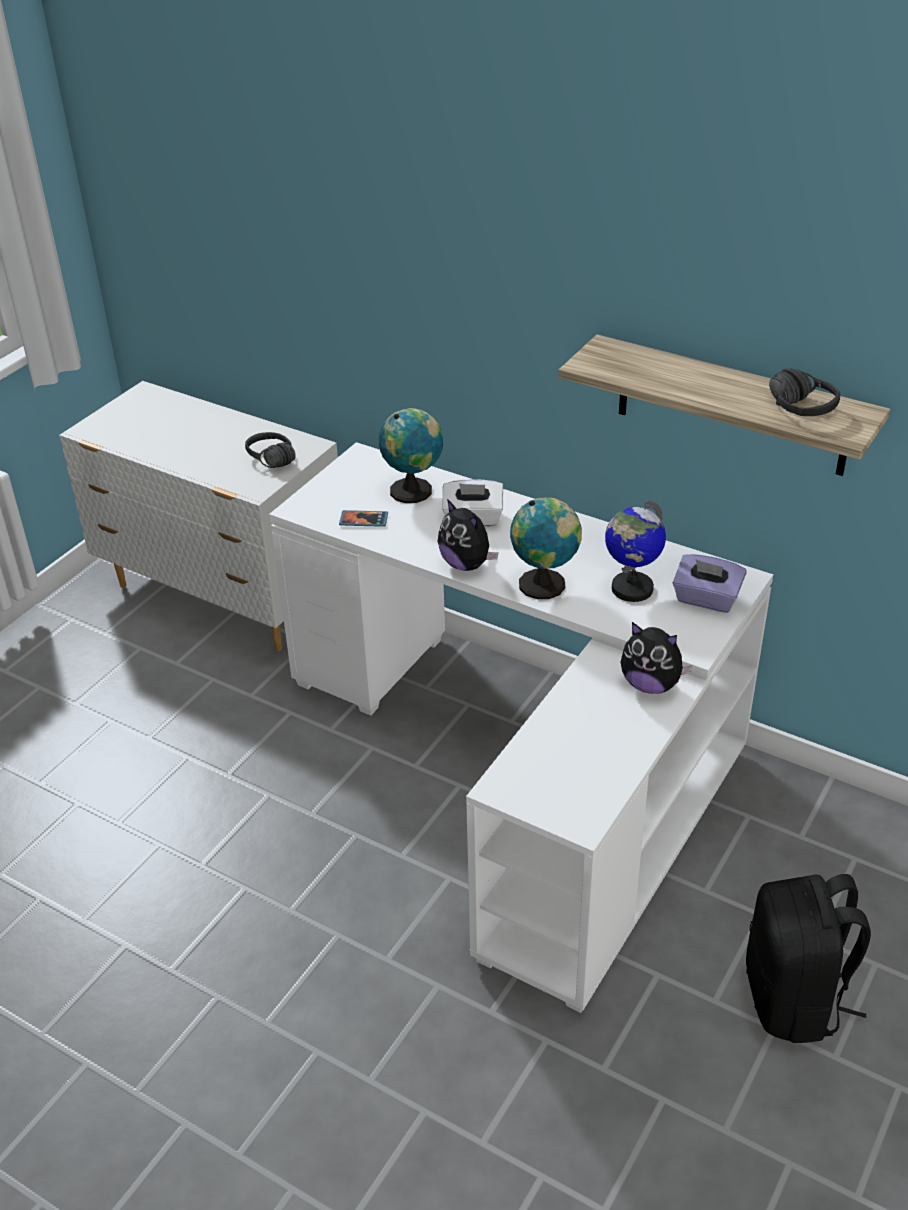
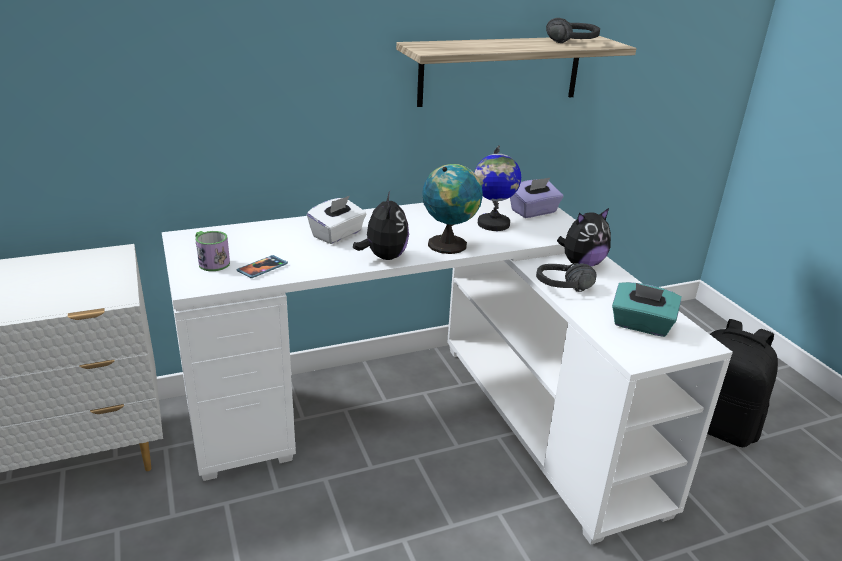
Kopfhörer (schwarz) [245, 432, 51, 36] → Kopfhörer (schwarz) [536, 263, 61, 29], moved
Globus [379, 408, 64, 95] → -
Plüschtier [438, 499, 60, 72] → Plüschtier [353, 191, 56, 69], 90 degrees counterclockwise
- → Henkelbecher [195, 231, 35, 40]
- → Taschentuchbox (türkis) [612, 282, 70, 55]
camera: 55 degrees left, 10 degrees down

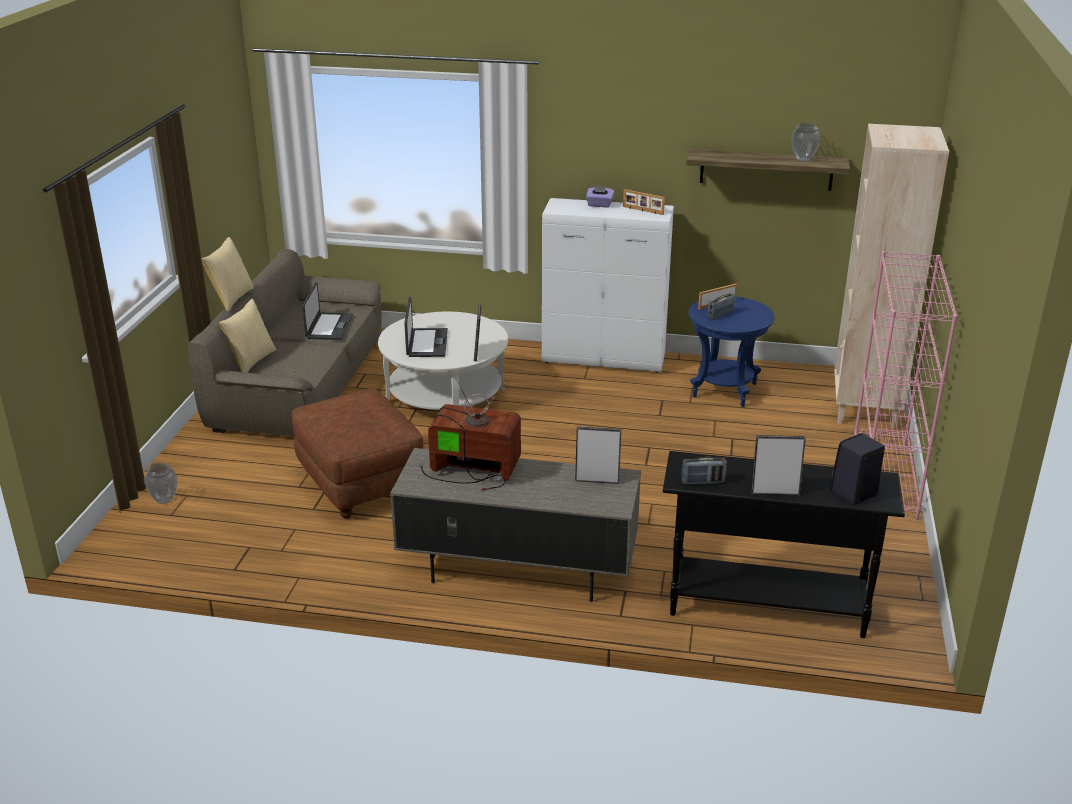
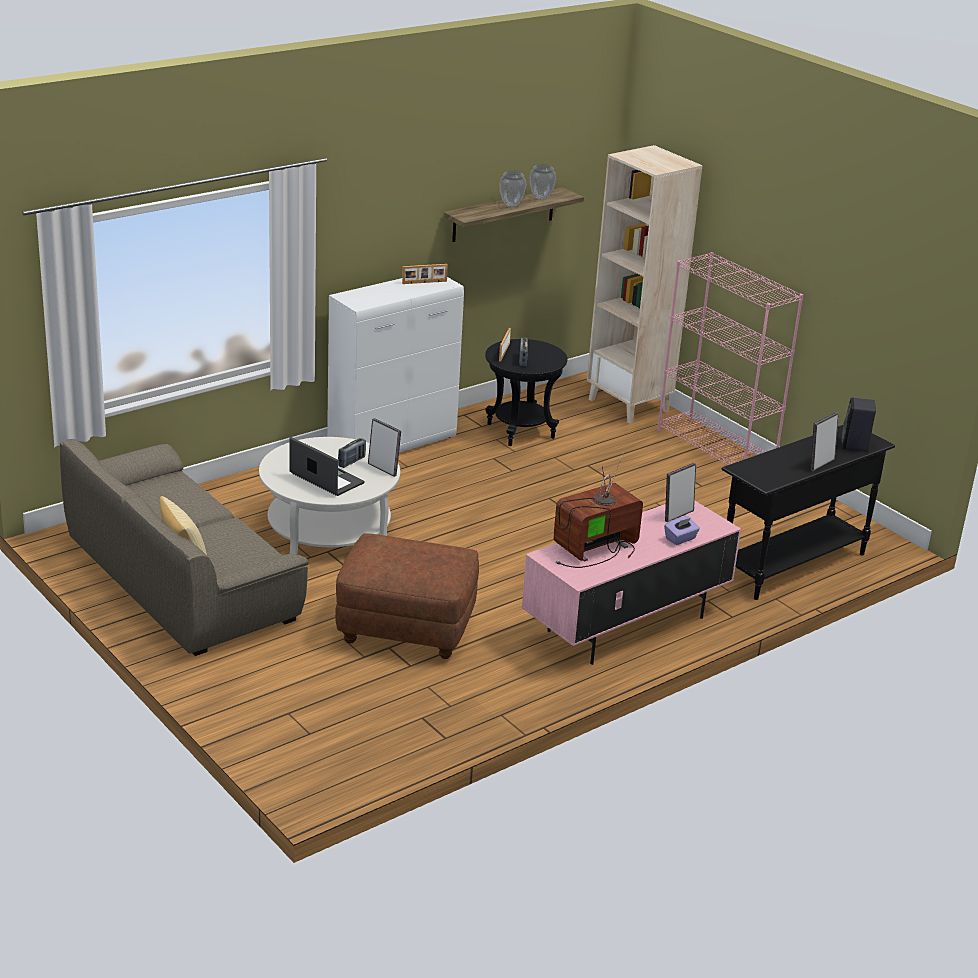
Vase [144, 463, 33, 41] → Vase [499, 170, 27, 37], moved
Kissen [202, 237, 52, 75] → -
Laptop [302, 282, 51, 58] → -
Fernsehschrank (grau) [390, 448, 251, 154] → Fernsehschrank (rosa) [522, 501, 219, 164]
Taschentuchbox (lila) [586, 186, 28, 21] → Taschentuchbox (lila) [664, 517, 36, 28], moved
Radio [681, 457, 46, 28] → Radio [338, 438, 28, 30], moved
Beistelltisch (blau) [688, 297, 87, 110] → Beistelltisch (schwarz) [485, 339, 83, 107]
camera: 50 degrees left, 0 degrees up

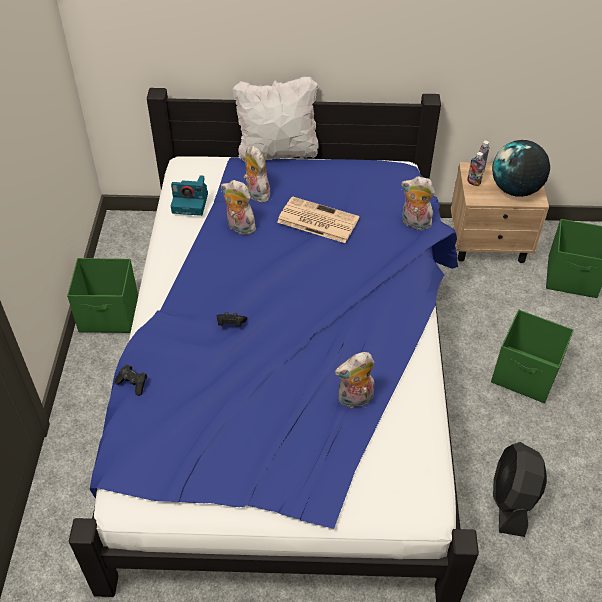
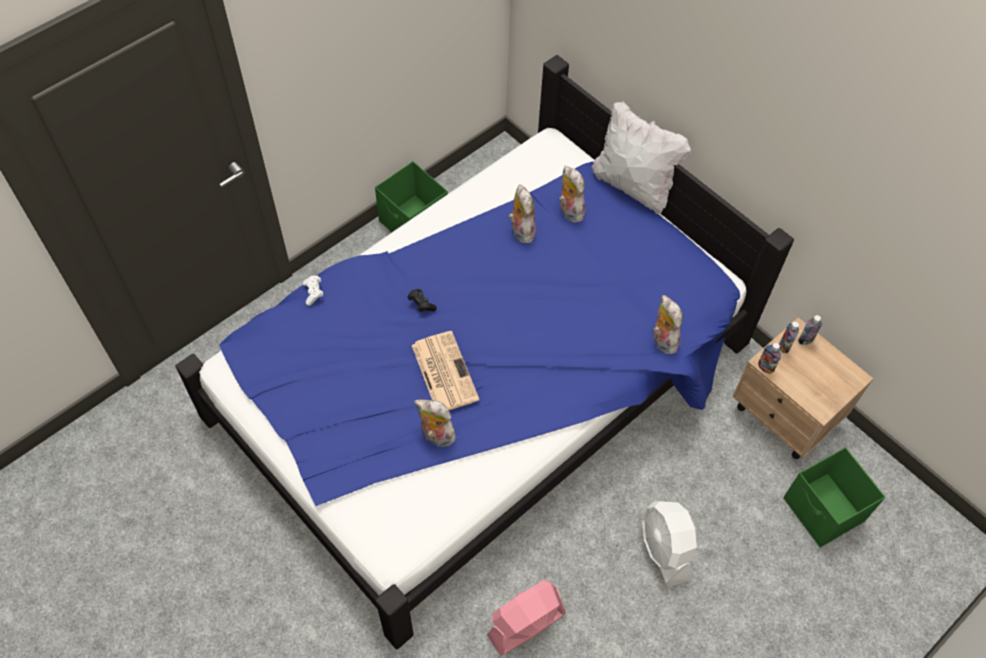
Gamepad (schwarz) [115, 365, 32, 31] → Gamepad (weiß) [303, 275, 20, 31]
Kamera [171, 175, 37, 41] → -
Plüschtier [243, 146, 27, 56] → Plüschtier [560, 166, 27, 56], 45 degrees counterclockwise
Zeitung [277, 196, 82, 47] → Zeitung [412, 331, 68, 79], moved
Aufbewahrungsbox (grün) [491, 310, 83, 93] → Ventilator (weiß) [641, 501, 56, 86]
Globus [492, 140, 58, 57] → -
Ventilator (schwarz) [493, 442, 54, 95] → Ventilator (rosa) [487, 580, 79, 76]
- → Flasche [758, 343, 23, 31]
camera: 45 degrees right, 10 degrees up

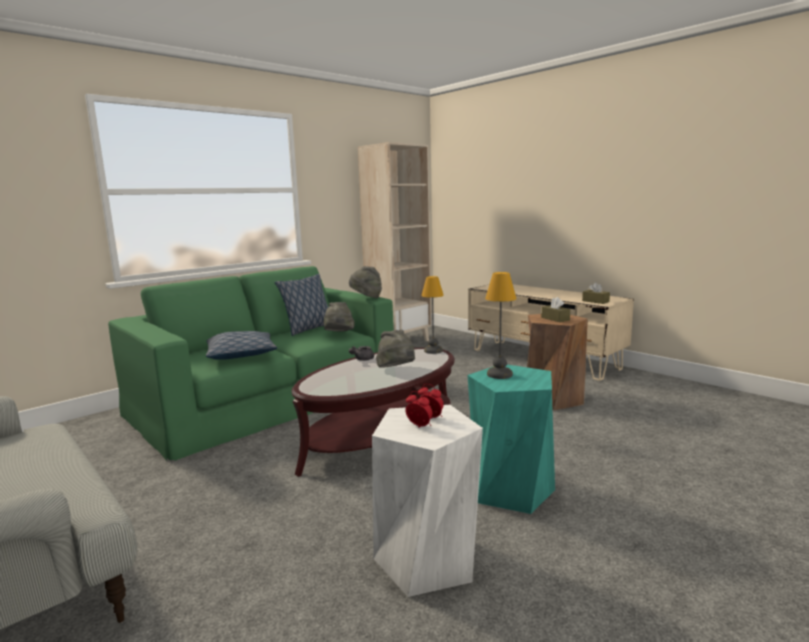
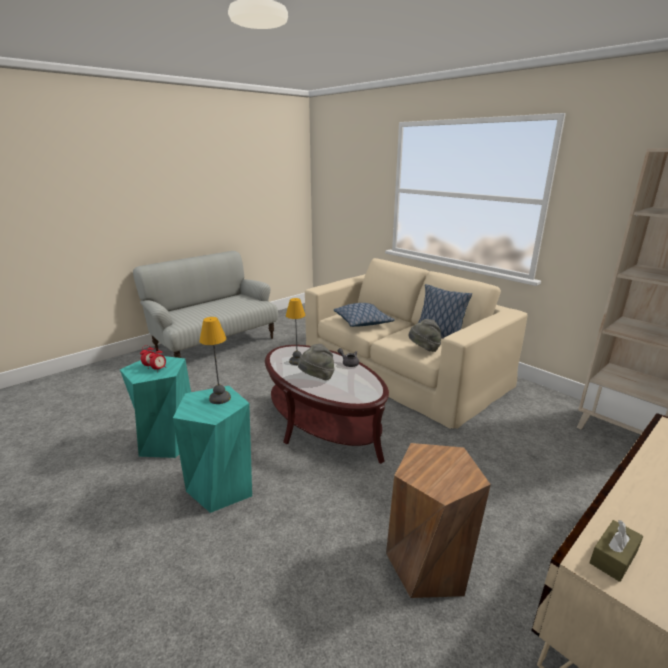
Sofa (grün) [108, 266, 286, 195] → Sofa (beige) [305, 258, 223, 171]
Hut (grau) [349, 266, 33, 32] → -
Hocker (weiß) [372, 405, 111, 192] → Hocker (türkis) [120, 356, 71, 102]
Tischlampe [421, 276, 23, 78] → Tischlampe [286, 298, 20, 67], moved
Taschentuchbox (braun) [541, 297, 29, 25] → -
camera: 90 degrees right, 10 degrees up

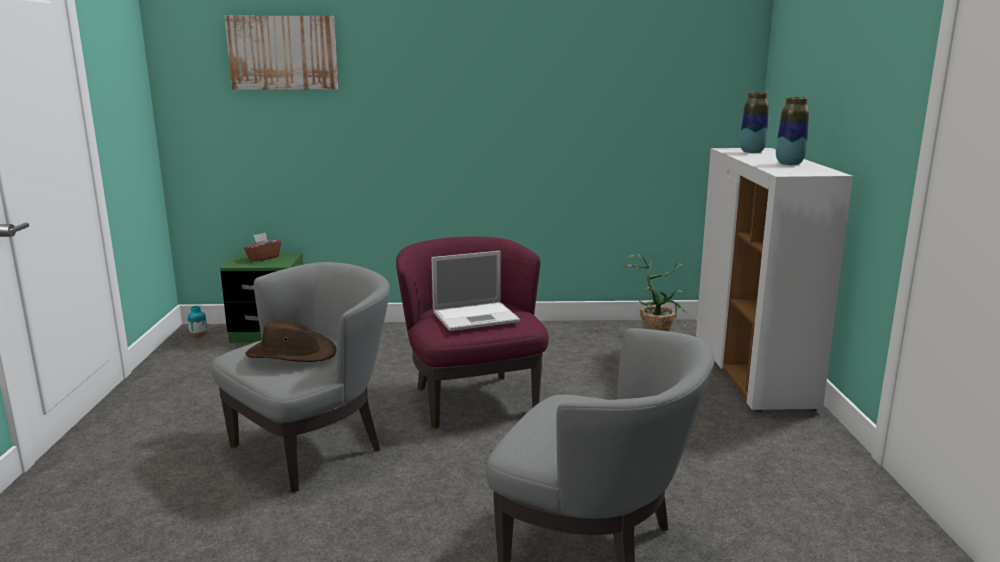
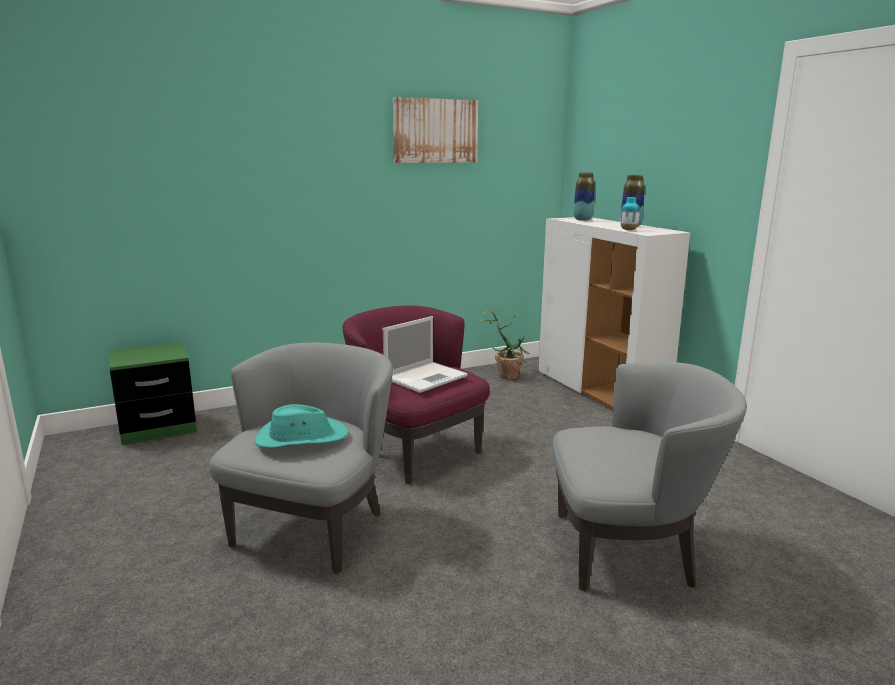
Vase [188, 305, 19, 32] → Vase [621, 197, 19, 33], moved
Bild [225, 16, 113, 74] → Bild [393, 97, 85, 66], moved
Taschentuchbox (braun) [244, 233, 37, 29] → -
Hut (braun) [245, 320, 92, 42] → Hut (türkis) [255, 404, 94, 44]
camera: 25 degrees left, 0 degrees up

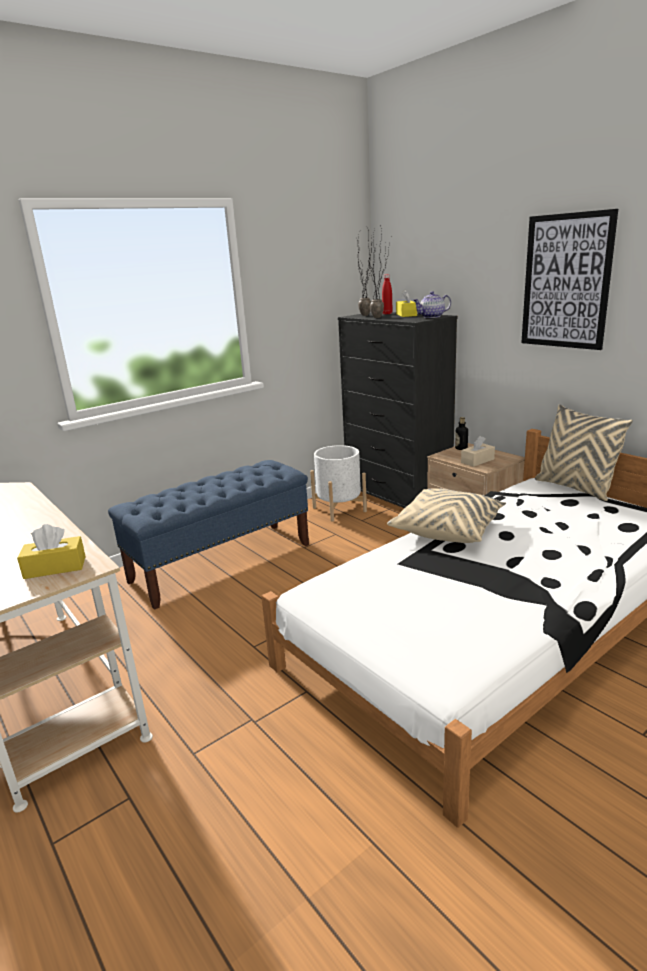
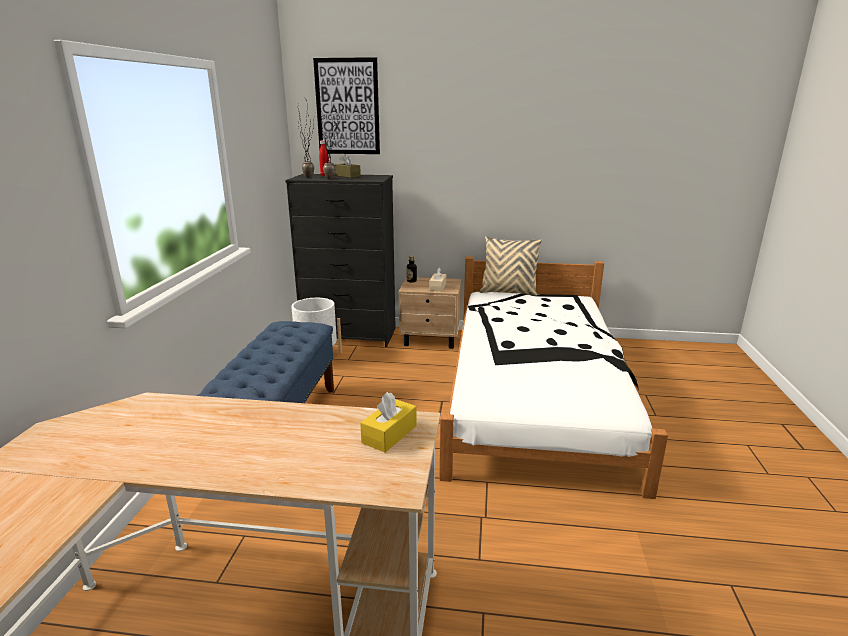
Kissen (beige) [387, 488, 119, 55] → -
Taschentuchbox (gelb) [396, 290, 21, 27] → Taschentuchbox (braun) [334, 154, 27, 24]
Teekanne [413, 291, 38, 27] → -
Bild [521, 209, 97, 141] → Bild [313, 57, 67, 97], moved
camera: 45 degrees left, 0 degrees up

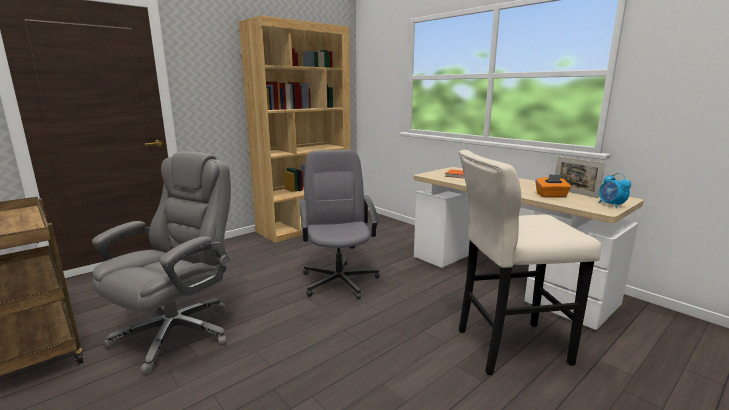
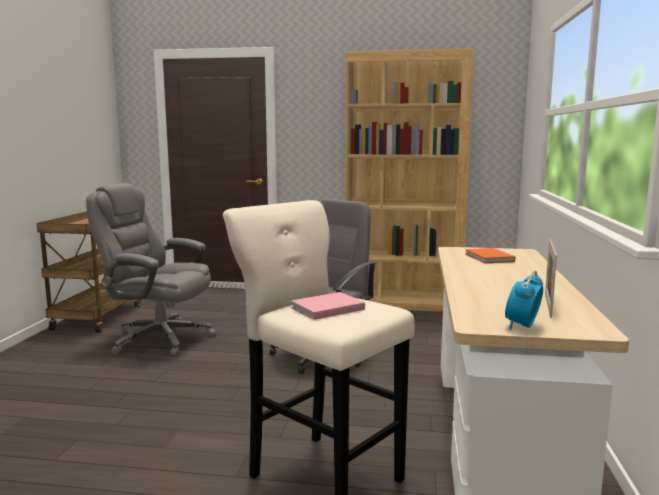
Bürostuhl (grau) [92, 151, 139, 224] → Bürostuhl (grau) [86, 183, 130, 173], 150 degrees counterclockwise
Taschentuchbox (orange) [535, 174, 36, 24] → -
- → Buch (rosa) [291, 292, 74, 28]
camera: 50 degrees right, 5 degrees down

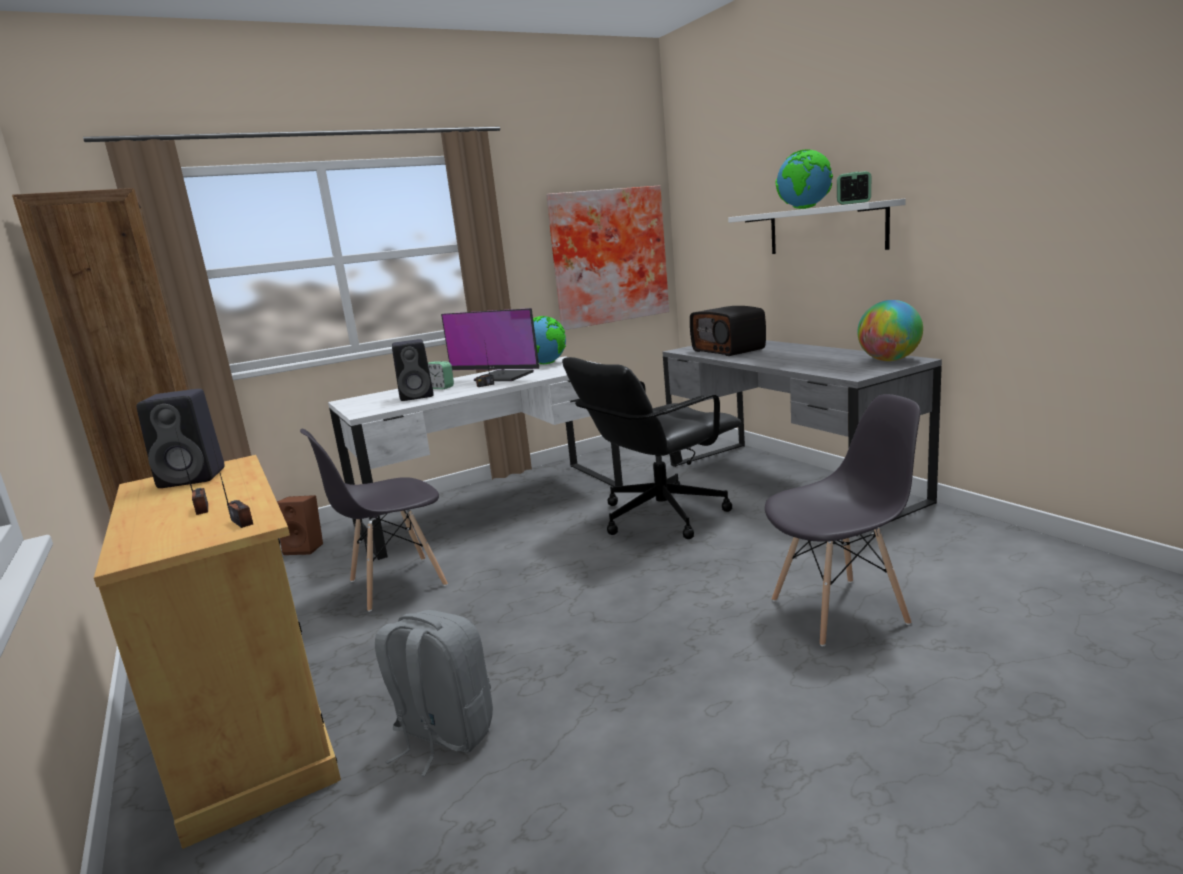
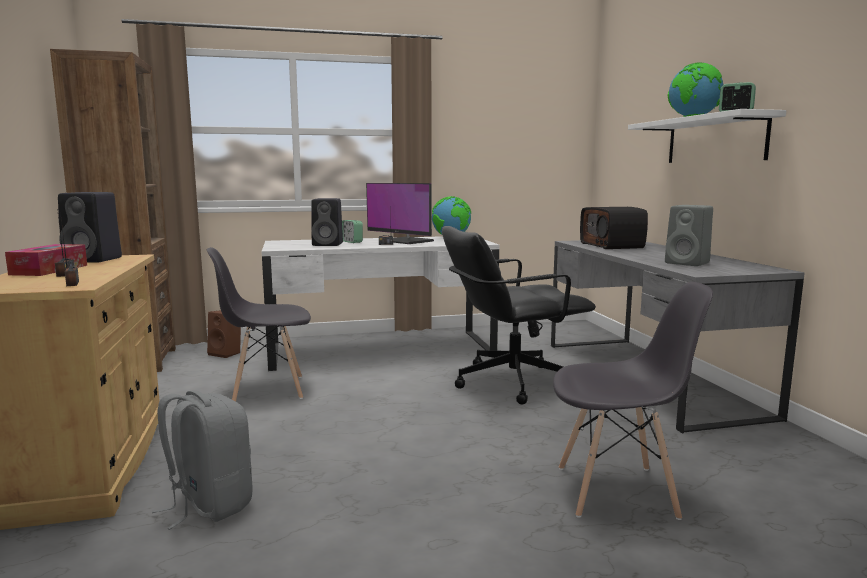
Bild [546, 185, 123, 145] → -
Globus [857, 300, 66, 61] → -
- → Taschentuchbox [5, 244, 82, 32]
- → Lautsprecher (grau) [665, 205, 48, 61]
camera: 15 degrees right, 5 degrees down

